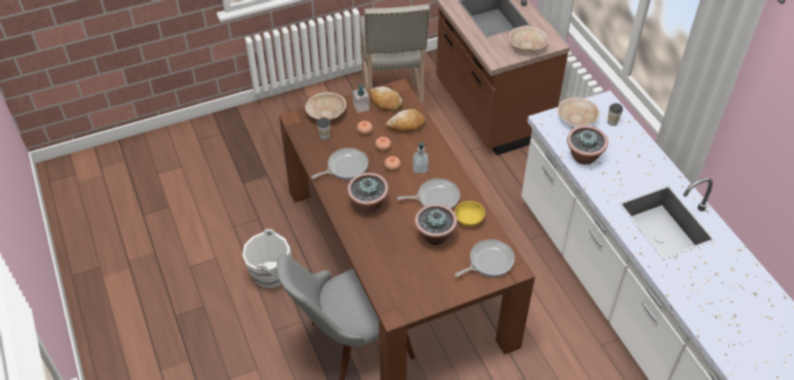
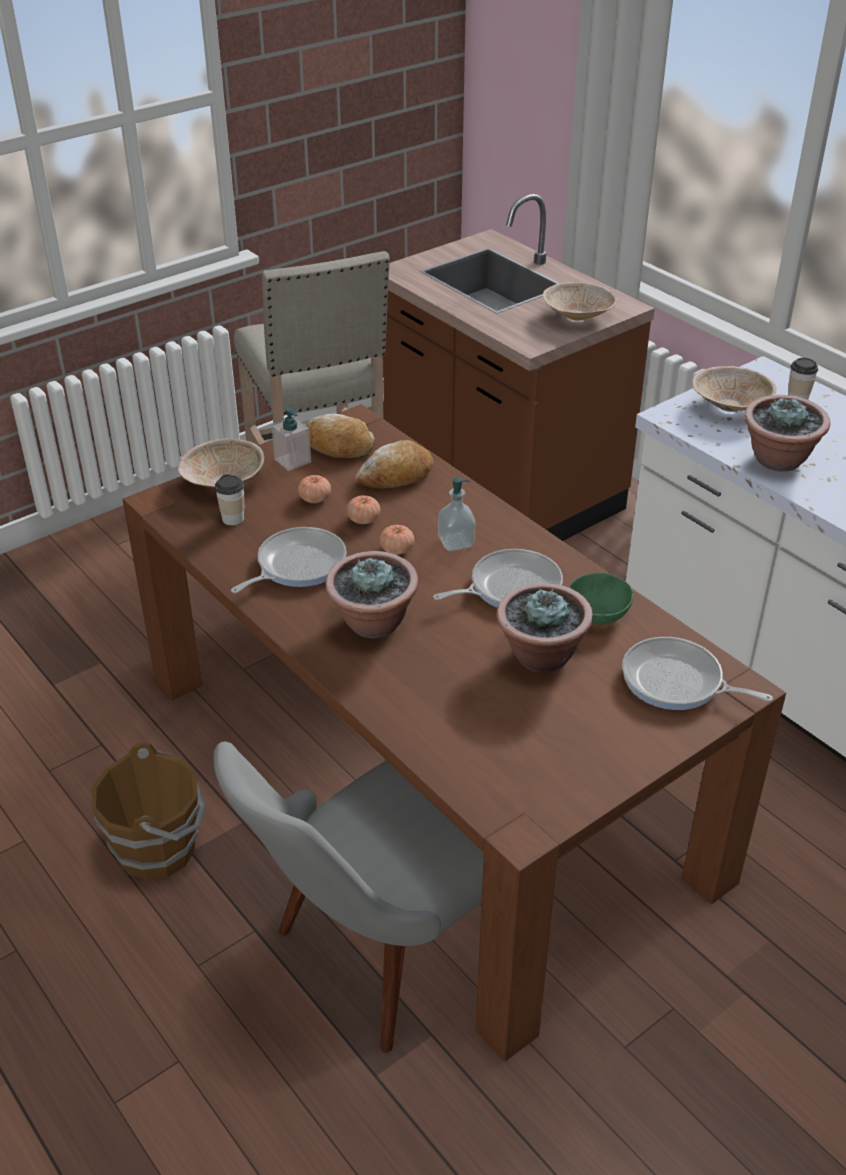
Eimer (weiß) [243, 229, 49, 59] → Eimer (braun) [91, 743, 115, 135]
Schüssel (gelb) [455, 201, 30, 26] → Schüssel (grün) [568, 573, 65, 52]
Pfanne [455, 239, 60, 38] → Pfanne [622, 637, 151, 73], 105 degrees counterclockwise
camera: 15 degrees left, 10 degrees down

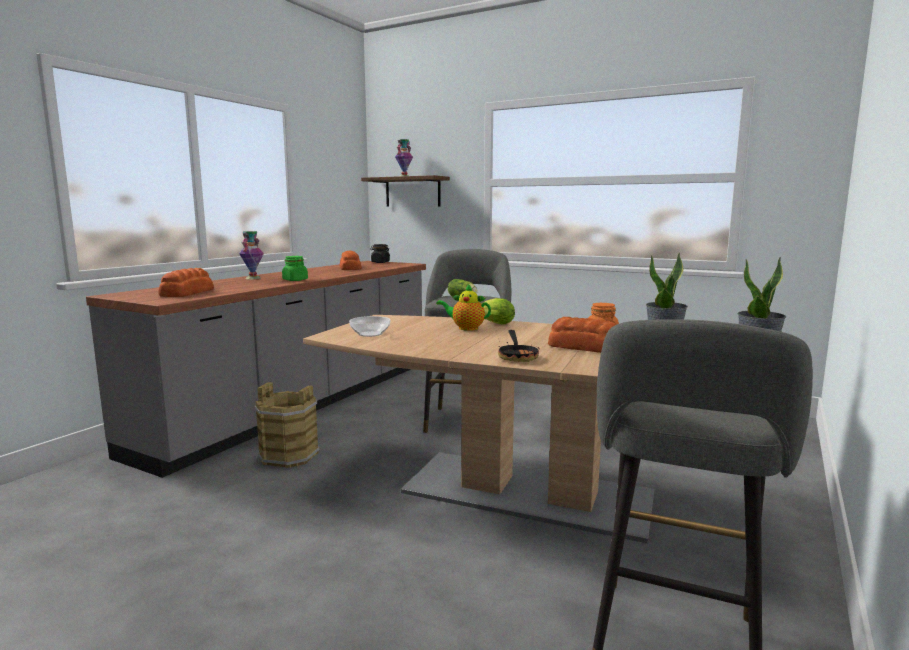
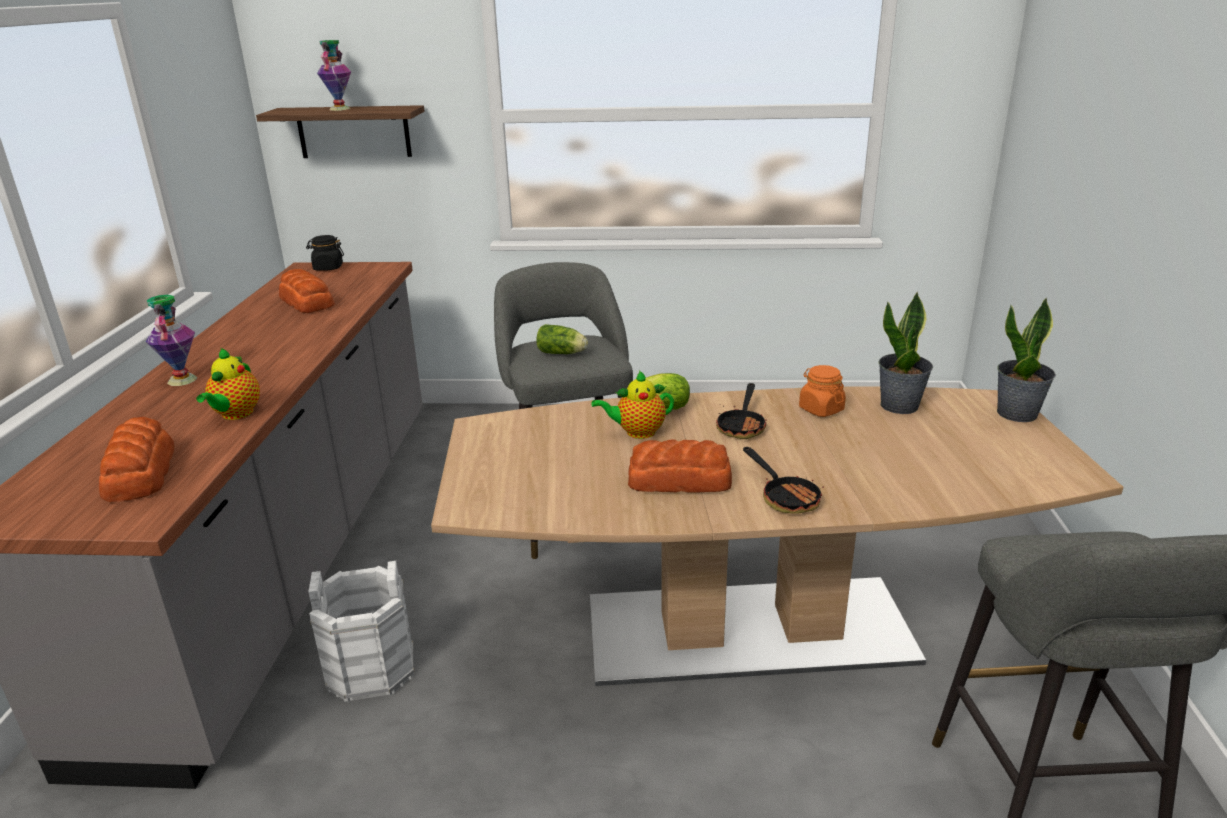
Eimer (braun) [254, 382, 66, 86] → Eimer (weiß) [308, 561, 106, 141]
Vorratsglas (grün) [282, 256, 26, 25] → -
Schüssel [349, 316, 41, 21] → -
Brot [548, 317, 69, 36] → Brot [628, 439, 104, 54], moved
- → Teekanne [196, 348, 64, 72]
- → Pfanne [716, 383, 51, 56]
camera: 25 degrees left, 15 degrees up

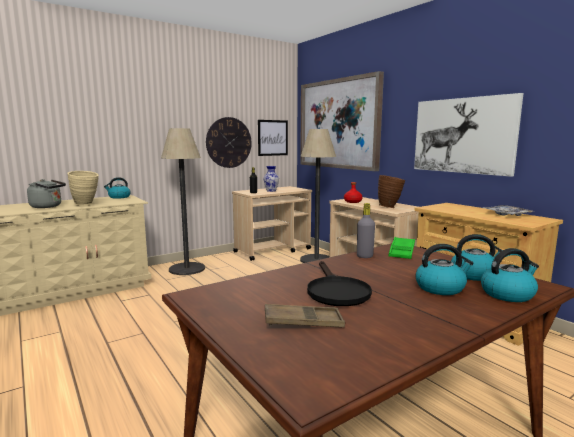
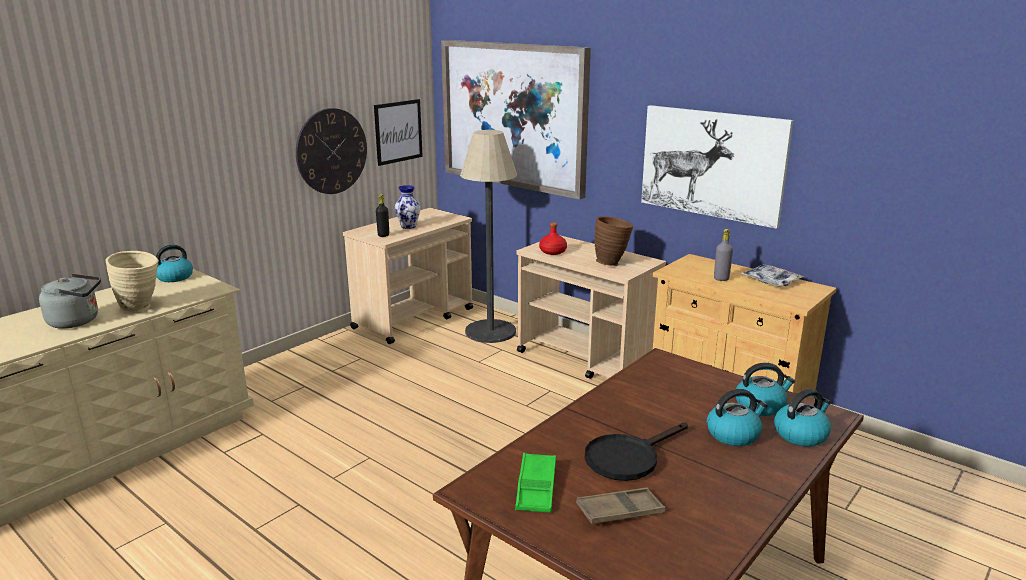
Stehlampe [161, 128, 44, 147] → -
Pfanne (schwarz) [307, 261, 65, 45] → Pfanne (schwarz) [585, 423, 103, 58], 75 degrees clockwise
Flasche (grau) [357, 203, 18, 55] → Flasche (grau) [714, 229, 19, 52], moved
Tablett (grün) [388, 237, 27, 22] → Tablett (grün) [515, 453, 41, 60], moved
camera: 15 degrees left, 10 degrees up

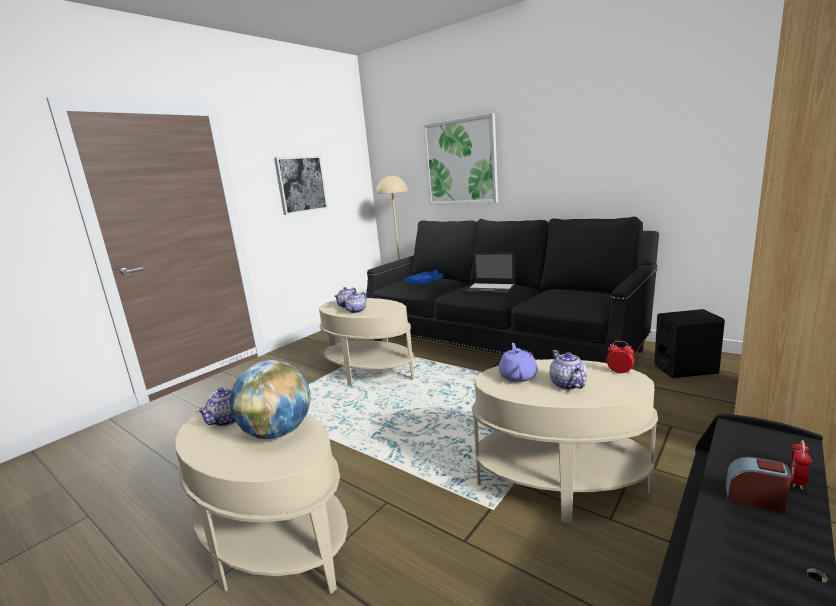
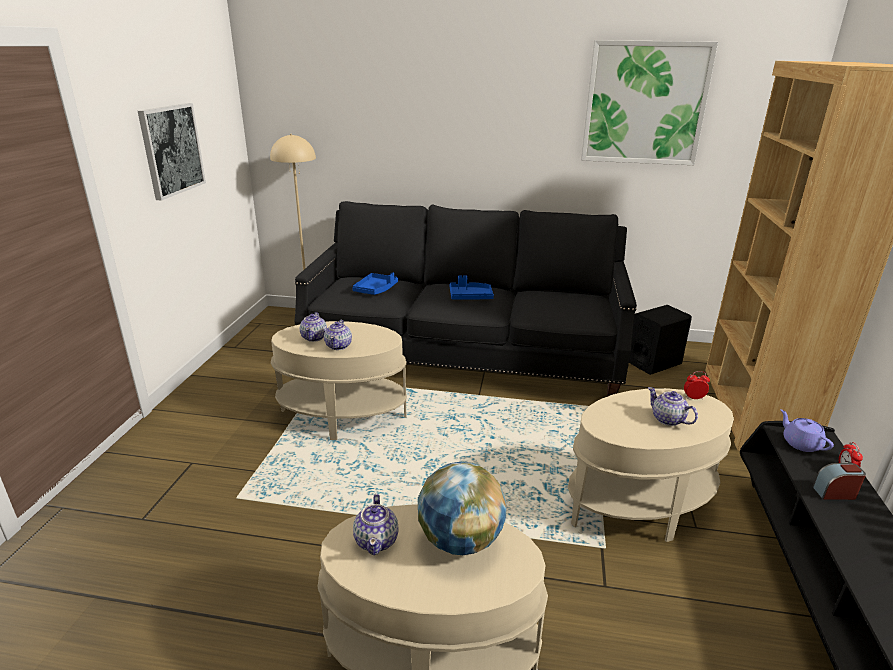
Bild [423, 113, 75, 92] → Bild [581, 40, 137, 125], moved
Laptop [464, 251, 52, 44] → Tablett (blau) [450, 275, 44, 25]
Teekanne (lila) [499, 343, 39, 39] → Teekanne (lila) [780, 409, 54, 43], moved
camera: 30 degrees left, 10 degrees up

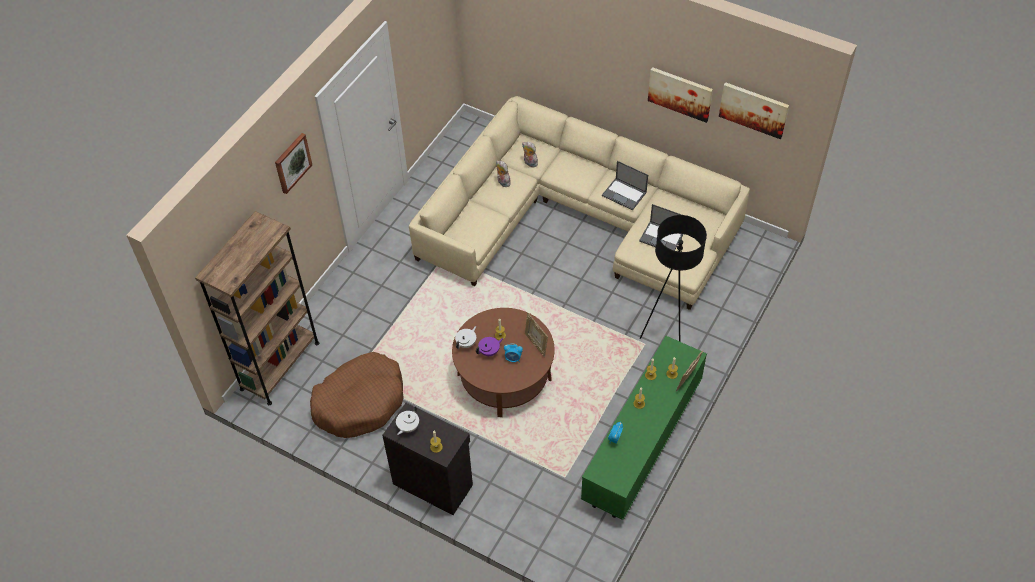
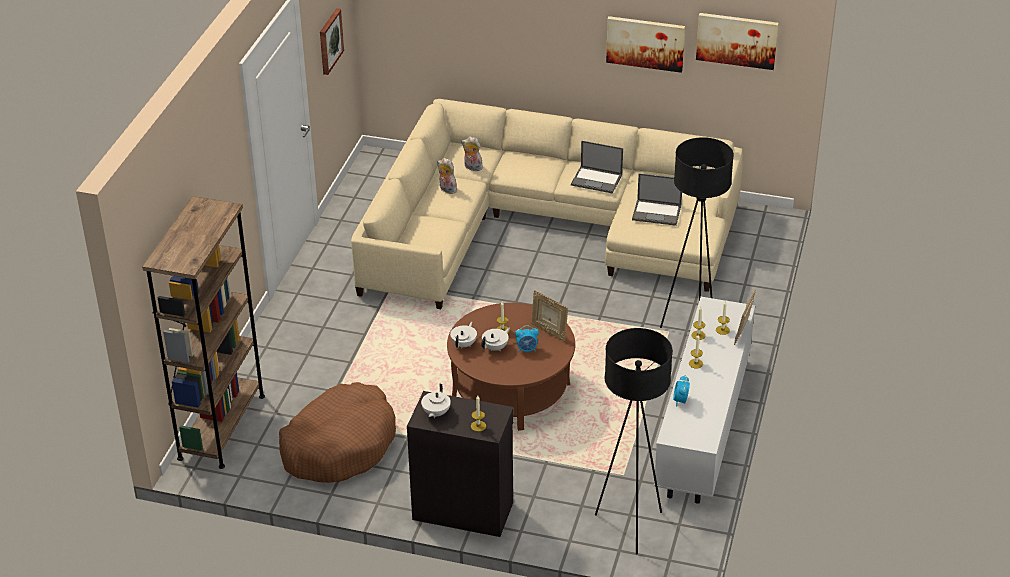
Bild [275, 133, 37, 61] → Bild [320, 8, 24, 67], moved
Teekanne (lila) [476, 337, 27, 19] → Teekanne (weiß) [481, 327, 29, 24]
Fernsehschrank (grün) [581, 336, 126, 184] → Fernsehschrank (weiß) [654, 297, 101, 207]
- → Stehlampe (schwarz) [595, 328, 78, 226]
camera: 15 degrees left, 15 degrees down

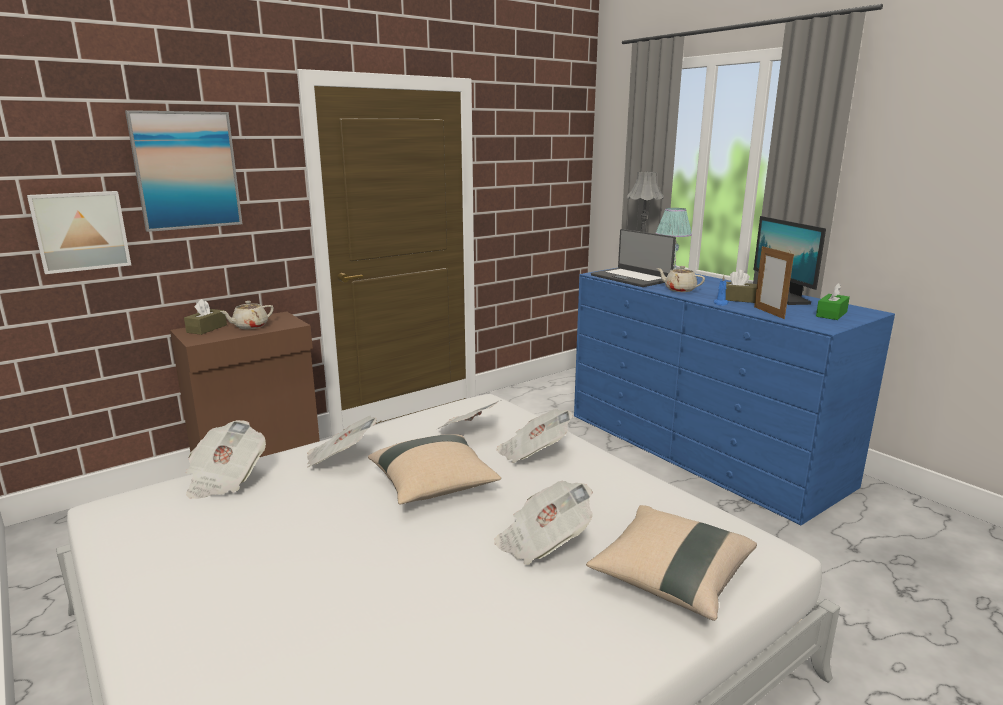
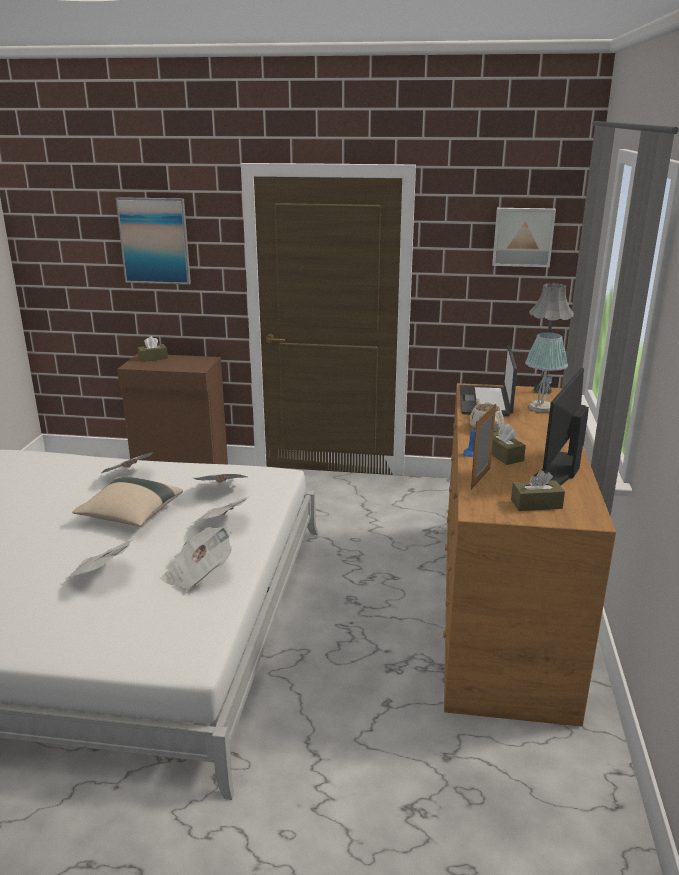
Bild [27, 191, 104, 83] → Bild [492, 208, 64, 59], moved
Zeitung [186, 420, 80, 79] → Zeitung [162, 527, 70, 64], moved
Teekanne (beige) [220, 301, 54, 28] → -
Kommode (blau) [574, 268, 321, 257] → Kommode (braun) [443, 383, 173, 344]
Kissen (beige) [586, 505, 171, 116] → -
Taschentuchbox (grün) [816, 283, 34, 37] → Taschentuchbox (braun) [511, 470, 54, 41]
camera: 45 degrees right, 5 degrees up

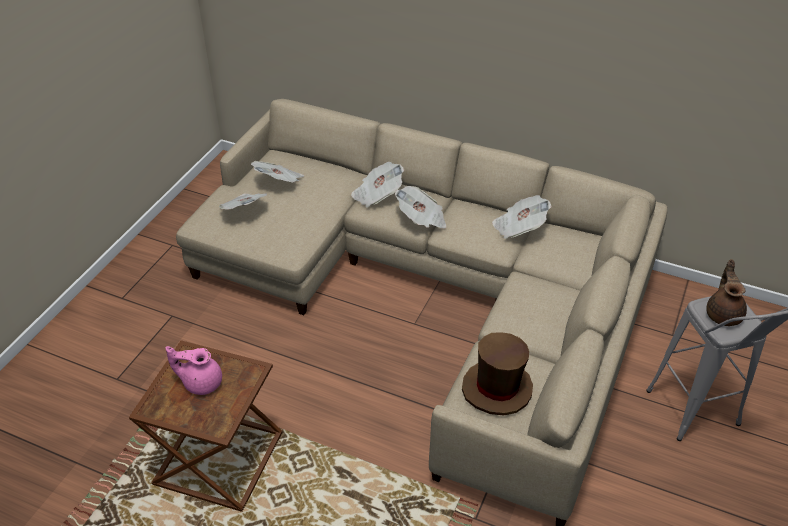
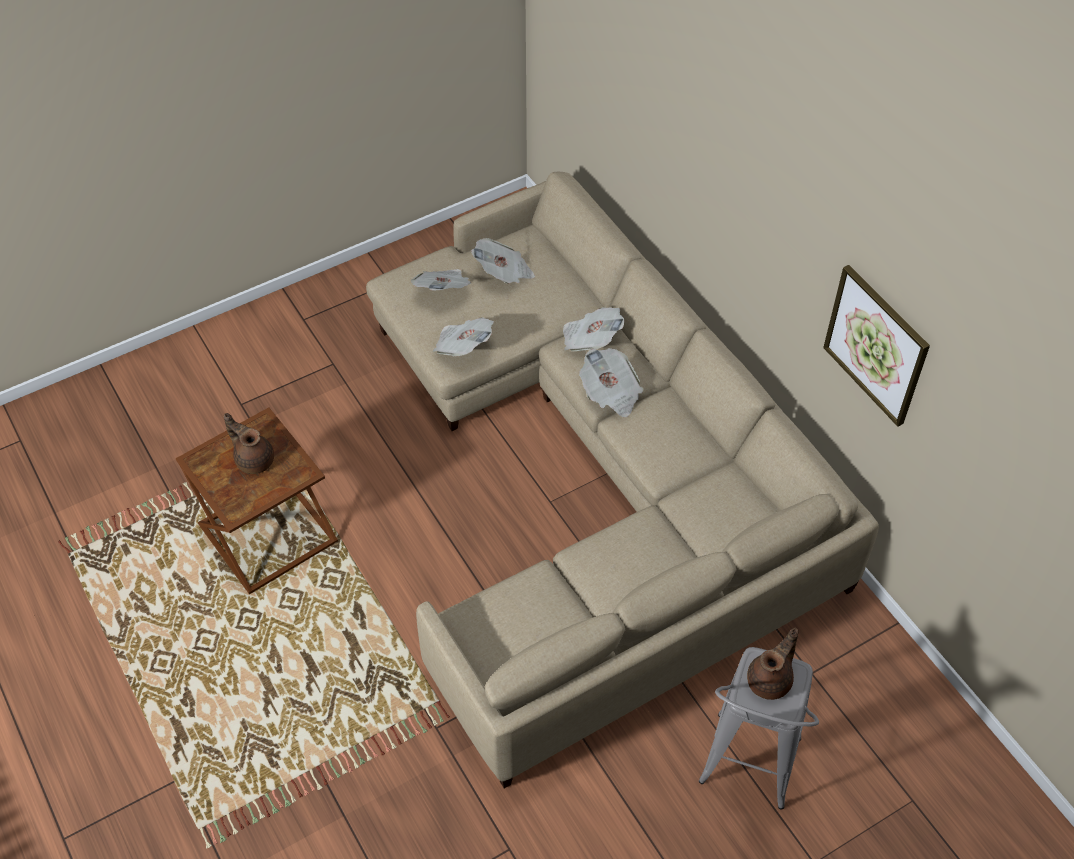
Teekanne (rosa) [165, 346, 57, 49] → Teekanne (braun) [224, 413, 50, 61]
Hut (braun) [462, 332, 71, 84] → -
Zeitung [492, 195, 59, 44] → Zeitung [433, 317, 61, 39], moved
- → Bild [823, 265, 107, 162]
camera: 35 degrees right, 10 degrees up

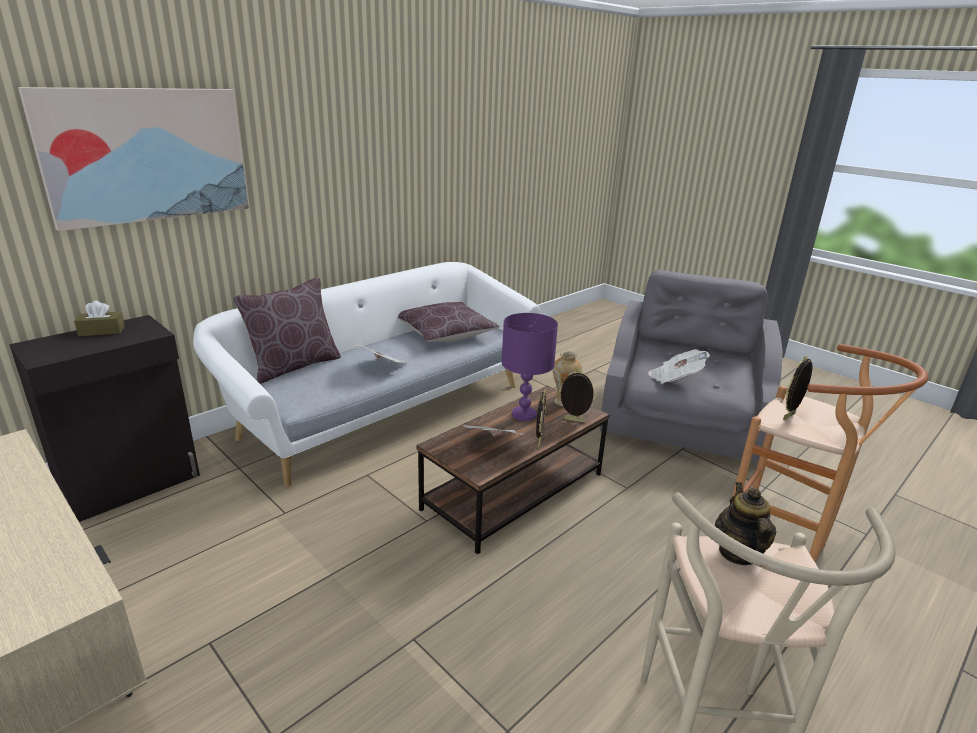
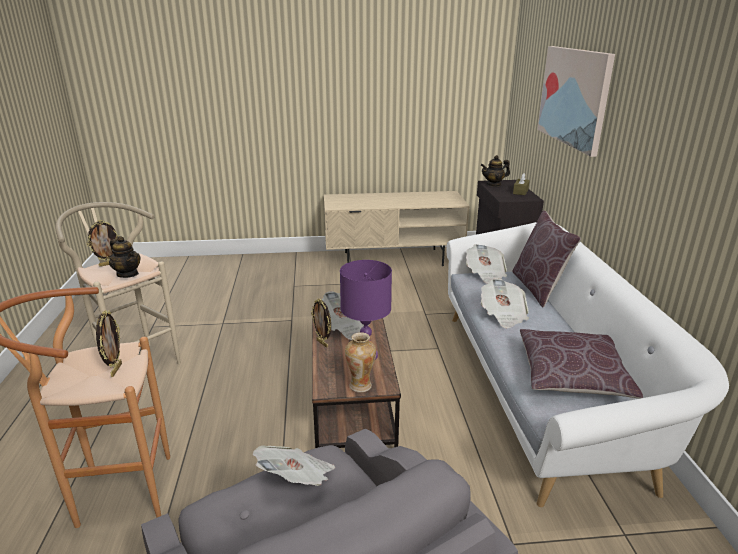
Bilderrahmen [559, 370, 37, 53] → Bilderrahmen [87, 220, 32, 47], moved
- → Zeitung [466, 244, 41, 40]
- → Teekanne [481, 155, 29, 32]
camera: 130 degrees right, 0 degrees up

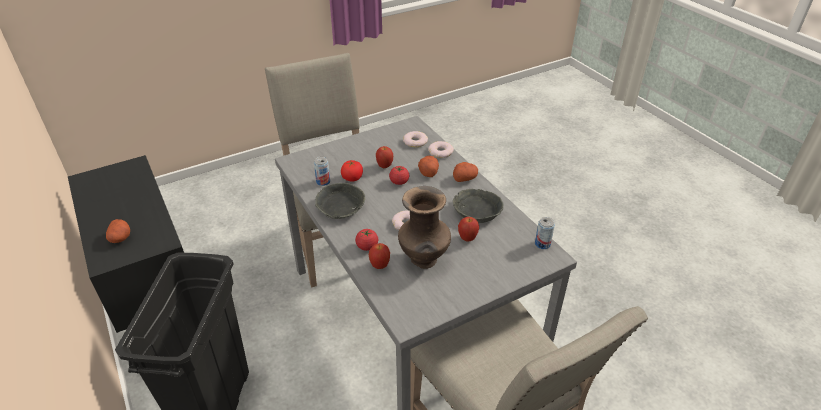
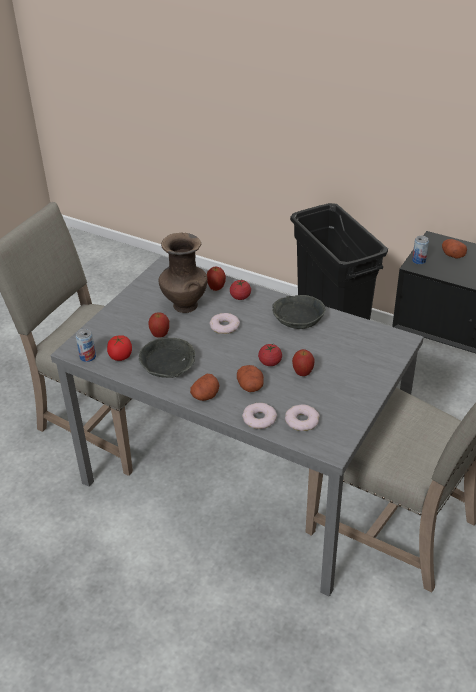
Dose [314, 157, 16, 29] → Dose [412, 236, 17, 28], moved
Tomate [341, 160, 22, 22] → Tomate [107, 335, 25, 26], moved
camera: 150 degrees right, 0 degrees up

